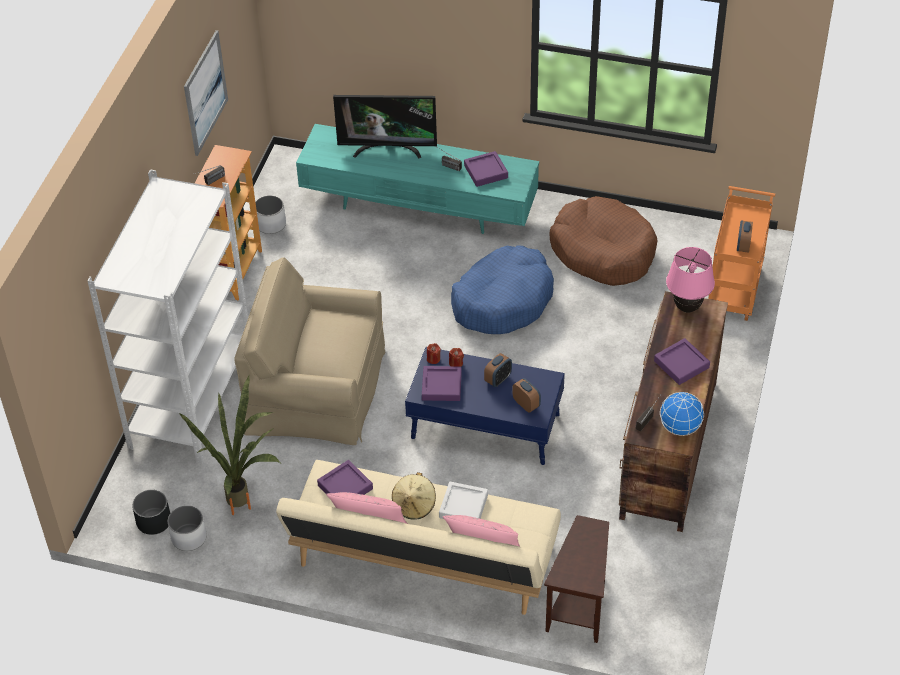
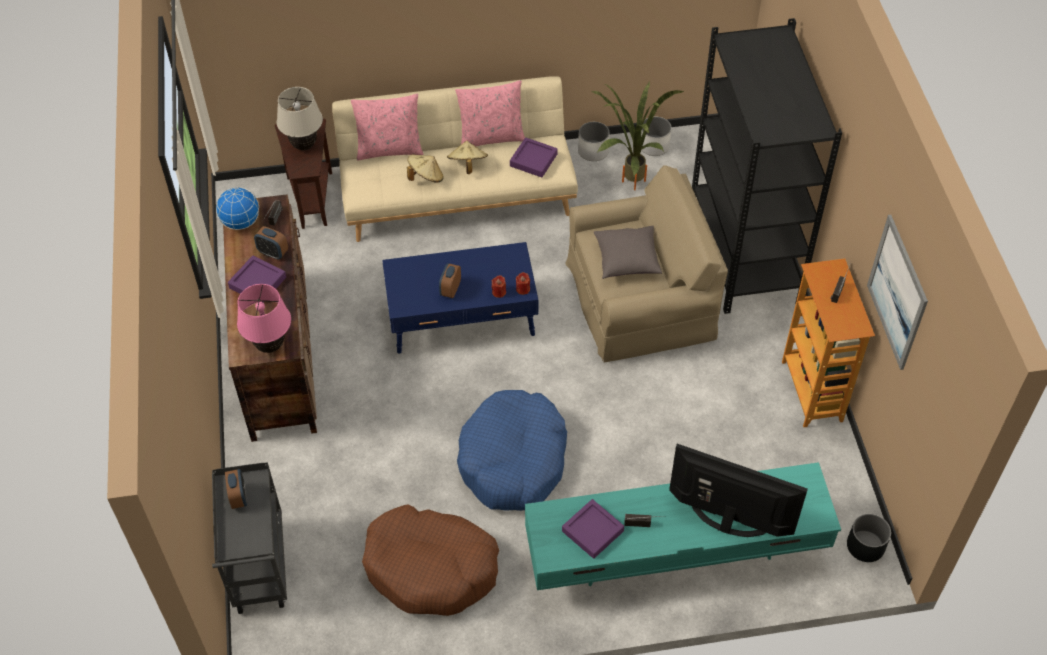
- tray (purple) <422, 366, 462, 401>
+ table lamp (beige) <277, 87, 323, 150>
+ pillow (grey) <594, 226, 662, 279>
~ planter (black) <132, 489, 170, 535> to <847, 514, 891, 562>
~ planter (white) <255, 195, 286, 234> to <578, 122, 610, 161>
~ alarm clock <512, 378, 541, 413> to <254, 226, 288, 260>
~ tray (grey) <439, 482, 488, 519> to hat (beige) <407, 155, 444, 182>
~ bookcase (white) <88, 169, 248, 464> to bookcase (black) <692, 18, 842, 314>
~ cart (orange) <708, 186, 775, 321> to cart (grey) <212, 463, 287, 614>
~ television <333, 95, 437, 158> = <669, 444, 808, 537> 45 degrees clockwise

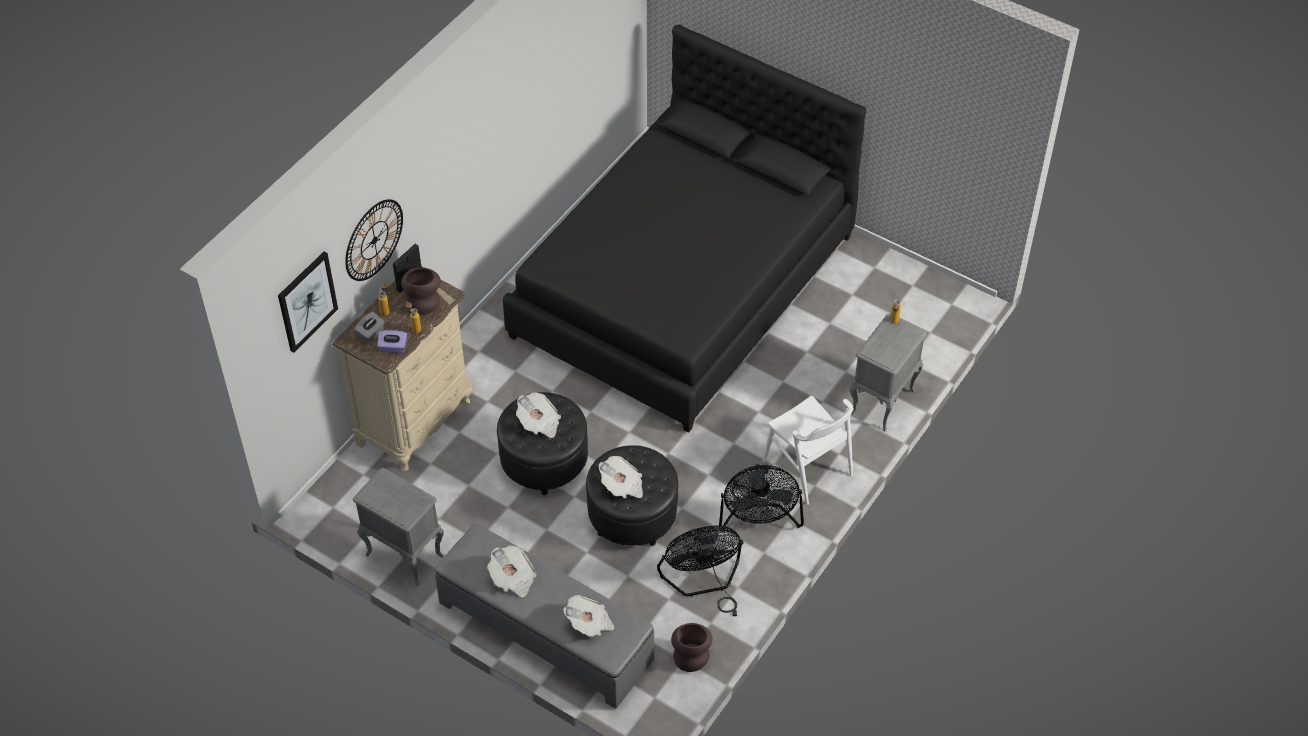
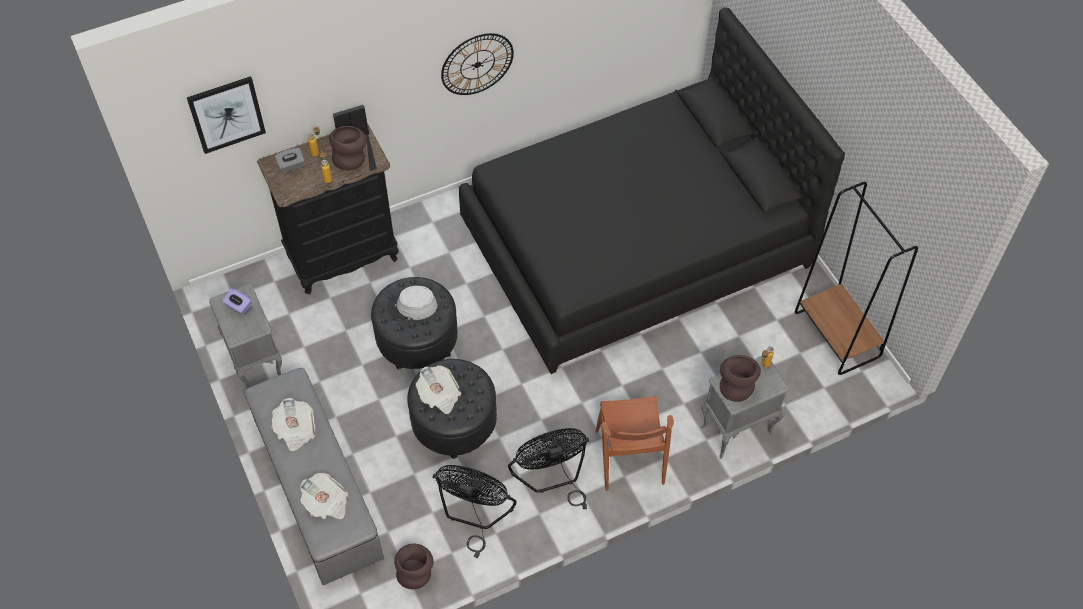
+ vase (brown) <720, 355, 761, 402>
+ clothes rack <795, 182, 918, 375>
~ wall clock <345, 199, 403, 281> to <441, 33, 514, 95>
~ tissue box (purple) <377, 330, 407, 353> to <222, 288, 251, 316>
~ newspaper <516, 392, 561, 438> to hat (grey) <387, 285, 438, 320>
~ dresser (beige) <332, 280, 472, 471> to dresser (black) <257, 123, 399, 294>
~ chair (white) <763, 396, 853, 505> to chair (brown) <595, 396, 674, 491>
~ fan (black) <719, 464, 804, 532> = <508, 428, 590, 509> 135 degrees clockwise

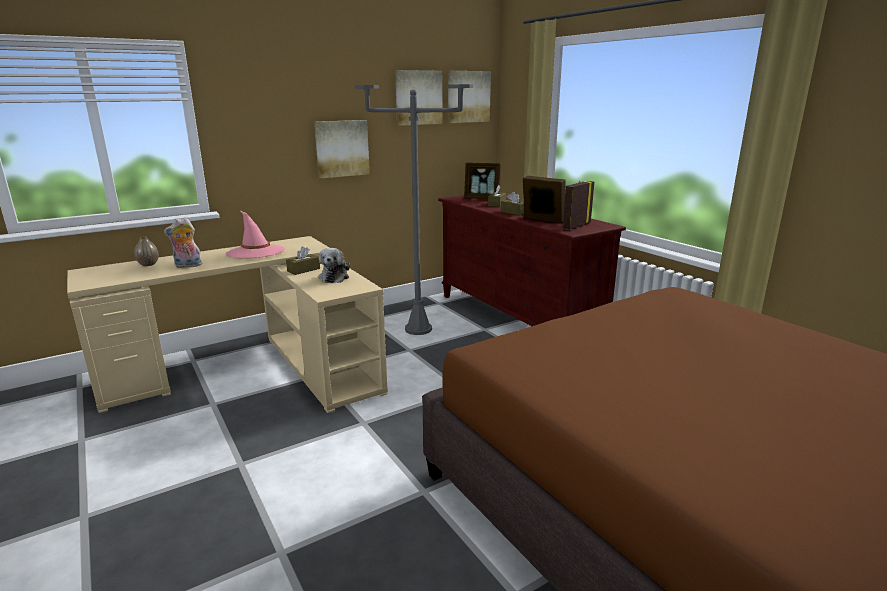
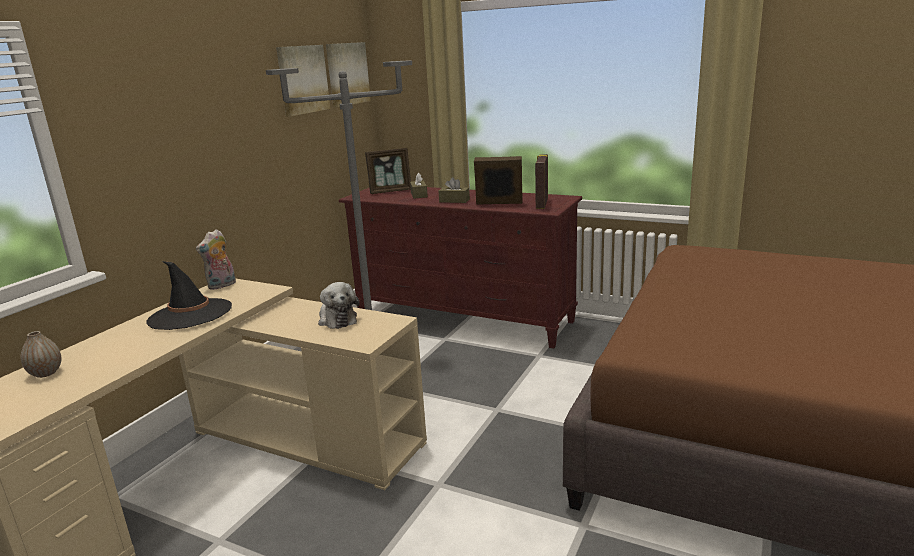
- tissue box (brown) <286, 246, 320, 275>
- picture <314, 120, 370, 179>
~ plush toy <164, 218, 202, 268> to <196, 229, 236, 290>
~ hat (pink) <226, 211, 285, 258> to hat (black) <146, 261, 232, 330>

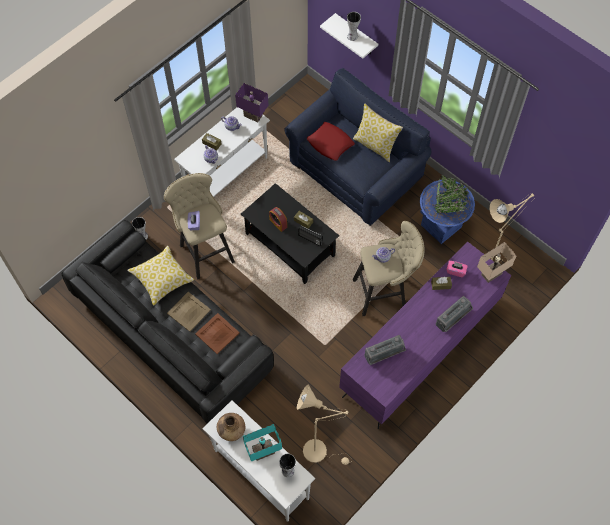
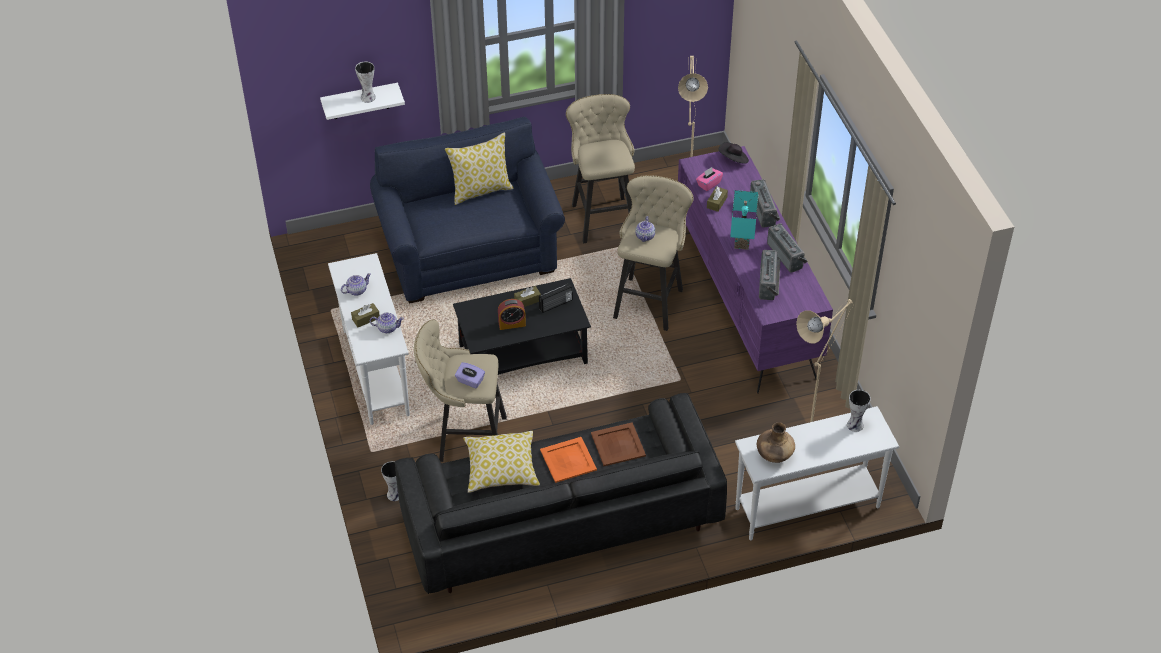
- table lamp (purple) <235, 83, 269, 122>
- pillow (red) <307, 122, 355, 161>
+ radio <767, 223, 807, 273>
~ table lamp (turquoise) <243, 424, 282, 461> to <730, 190, 759, 250>
~ planter (blue) <420, 175, 475, 244> to stool (beige) <566, 94, 635, 243>
~ table lamp (beige) <477, 242, 517, 283> to hat (black) <718, 142, 749, 164>
~ tray (beige) <167, 292, 211, 332> to tray (orange) <540, 437, 597, 483>

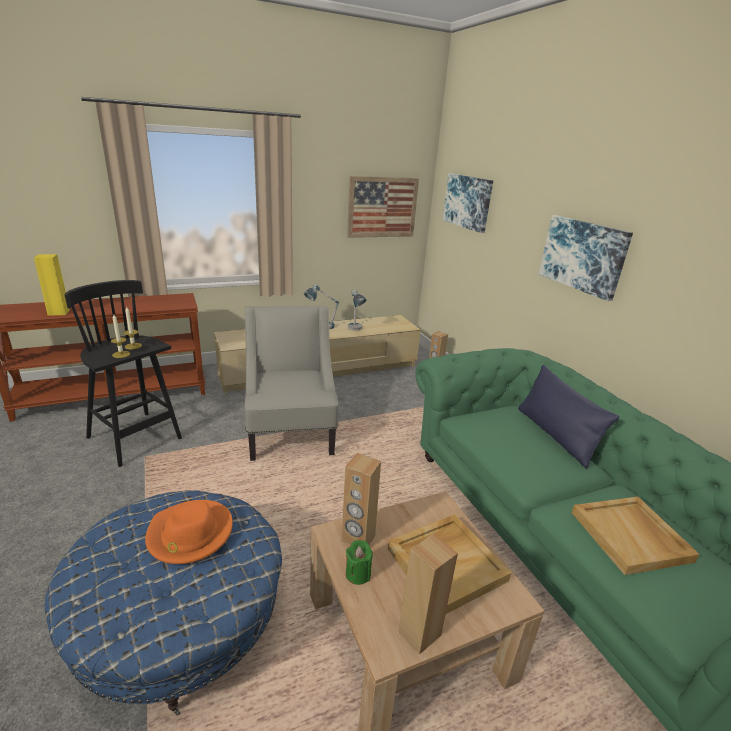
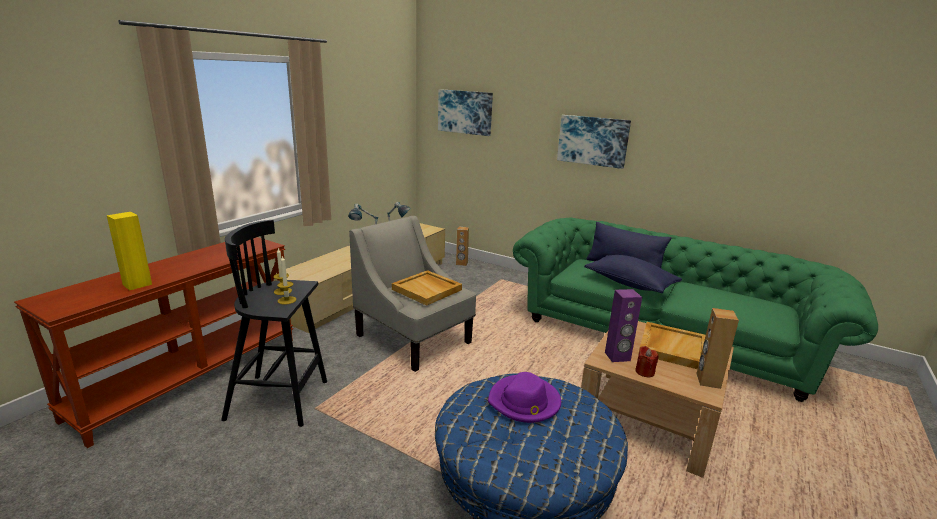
- picture <347, 176, 419, 238>
+ pillow (blue) <584, 255, 682, 293>
~ tray (beige) <572, 497, 700, 575> to <392, 270, 462, 306>
~ hat (orange) <145, 500, 233, 564> to hat (purple) <488, 372, 561, 423>
~ speaker (brown) <342, 453, 381, 545> to speaker (purple) <605, 289, 642, 362>
~ candle (green) <346, 540, 373, 585> to candle (red) <635, 346, 658, 378>

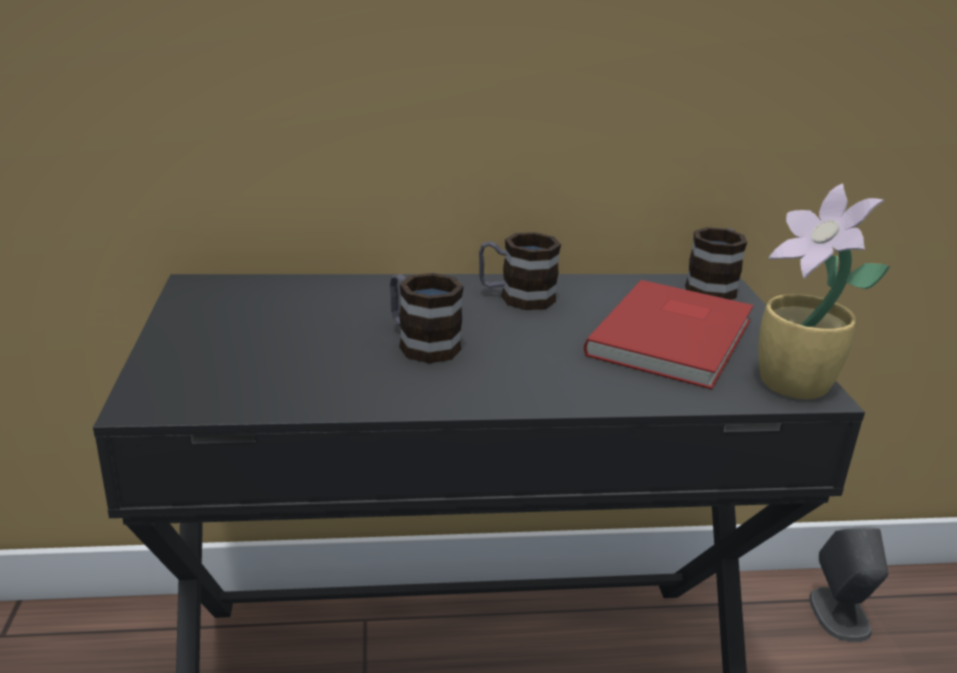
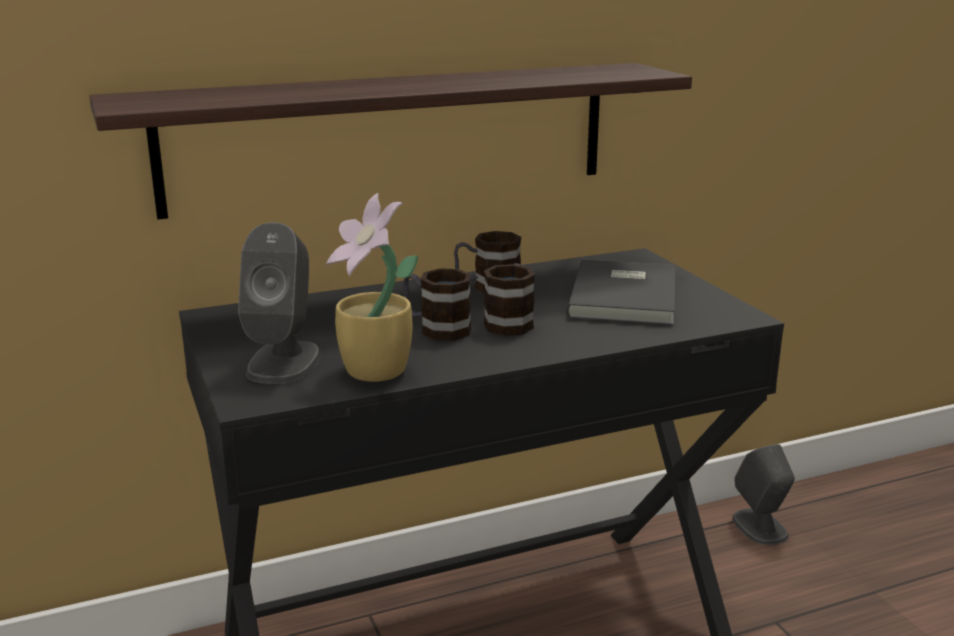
+ shelf <89, 63, 692, 220>
+ speaker (grey) <238, 222, 321, 384>
~ mug <685, 227, 747, 300> to <484, 263, 535, 336>
~ potted plant <758, 183, 890, 399> to <326, 193, 419, 382>
~ book (red) <584, 280, 754, 389> to book (grey) <567, 260, 675, 326>

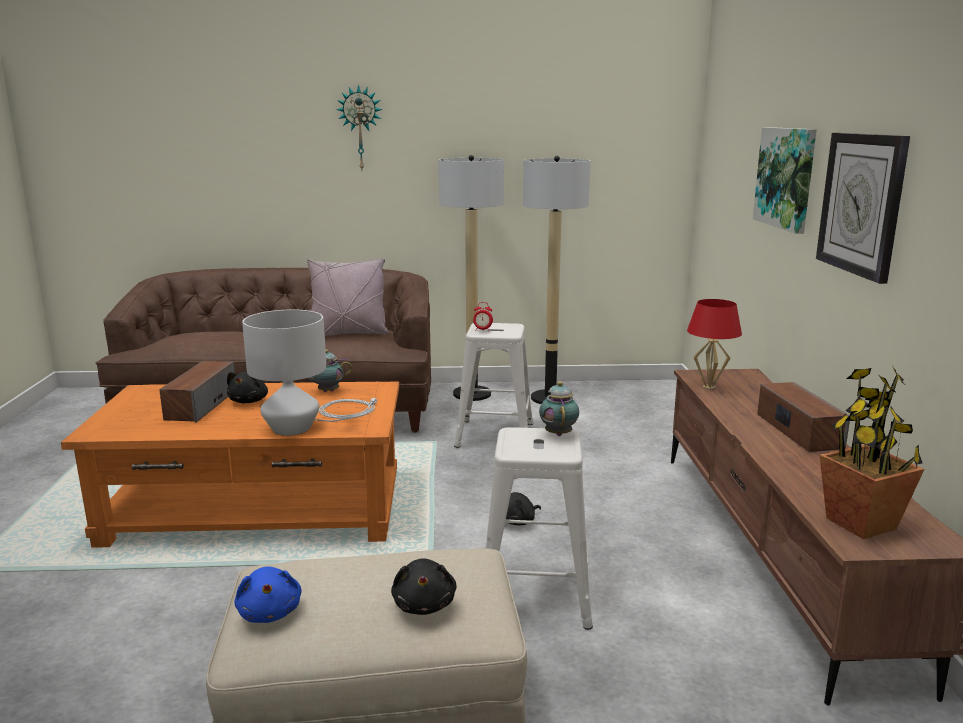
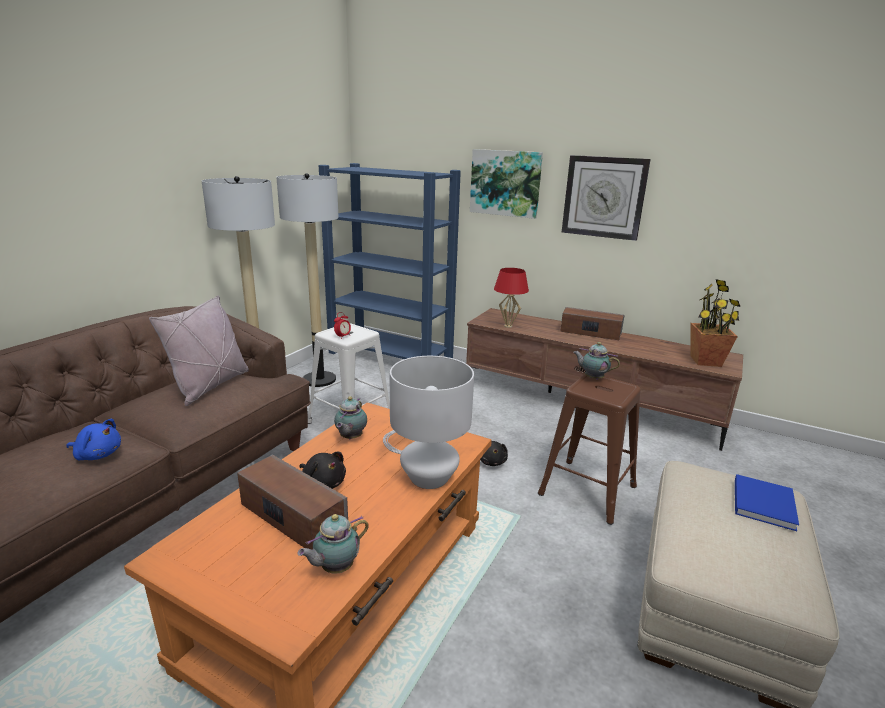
- wall clock <336, 85, 383, 169>
+ teapot <298, 514, 369, 574>
+ bookcase (blue) <319, 163, 461, 359>
~ plush toy (blue) <234, 566, 302, 623> to <66, 419, 121, 460>
~ plush toy (black) <391, 558, 457, 615> to book (blue) <735, 474, 799, 531>
~ stool (white) <485, 427, 593, 630> to stool (brown) <538, 374, 641, 525>

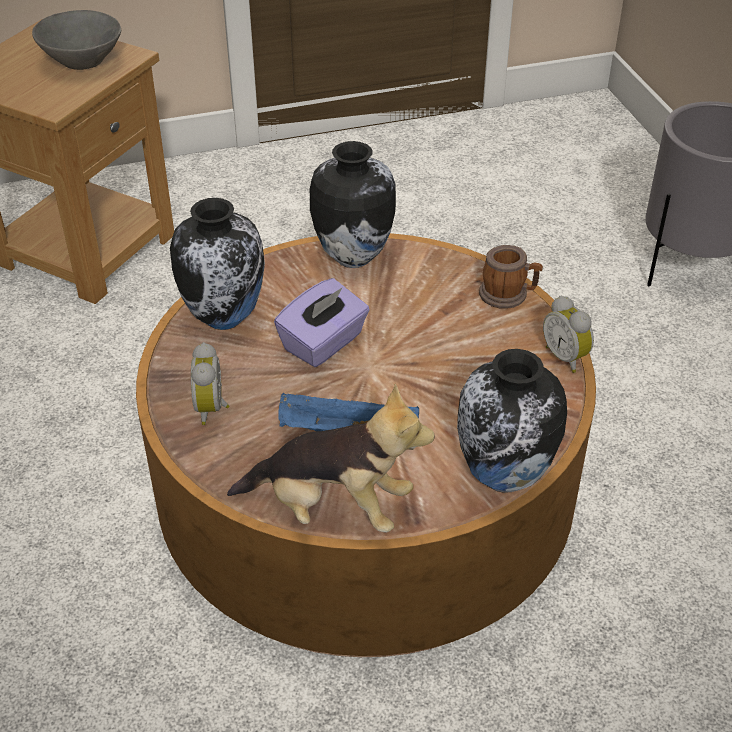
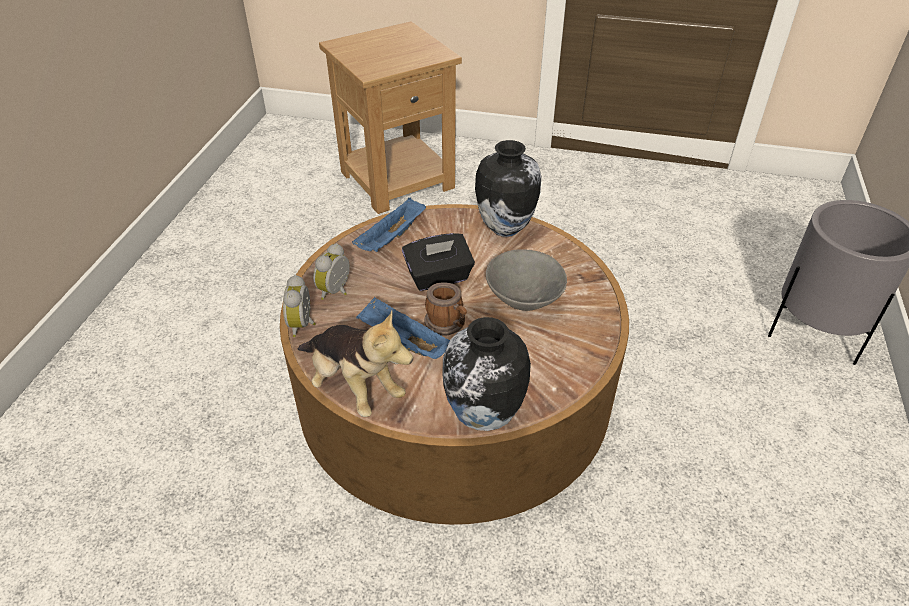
~ bowl (grey) <32, 10, 121, 70> to <486, 249, 567, 311>
~ mug <479, 245, 543, 309> to <424, 283, 467, 335>
~ alarm clock <543, 296, 594, 373> to <283, 275, 316, 337>
~ vase <170, 198, 265, 330> to tray (blue) <352, 198, 426, 252>
~ tissue box (purple) <274, 278, 370, 367> to tissue box (black) <402, 233, 475, 291>

